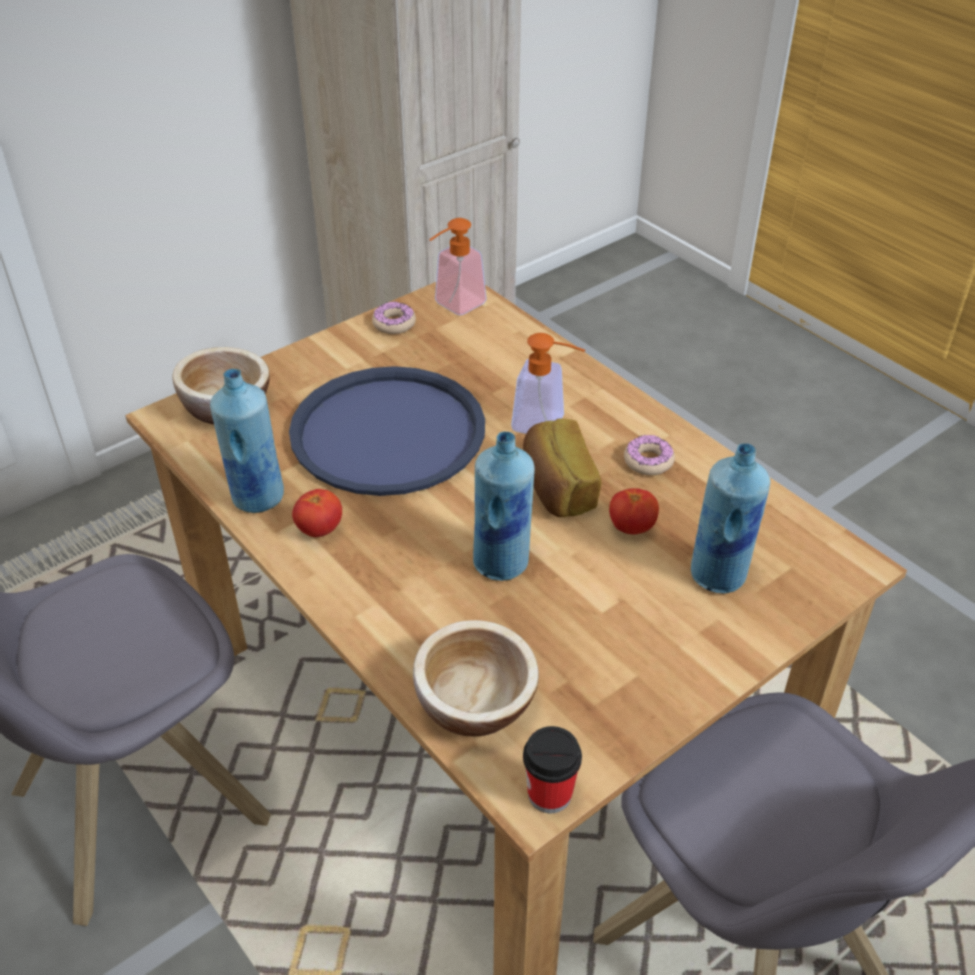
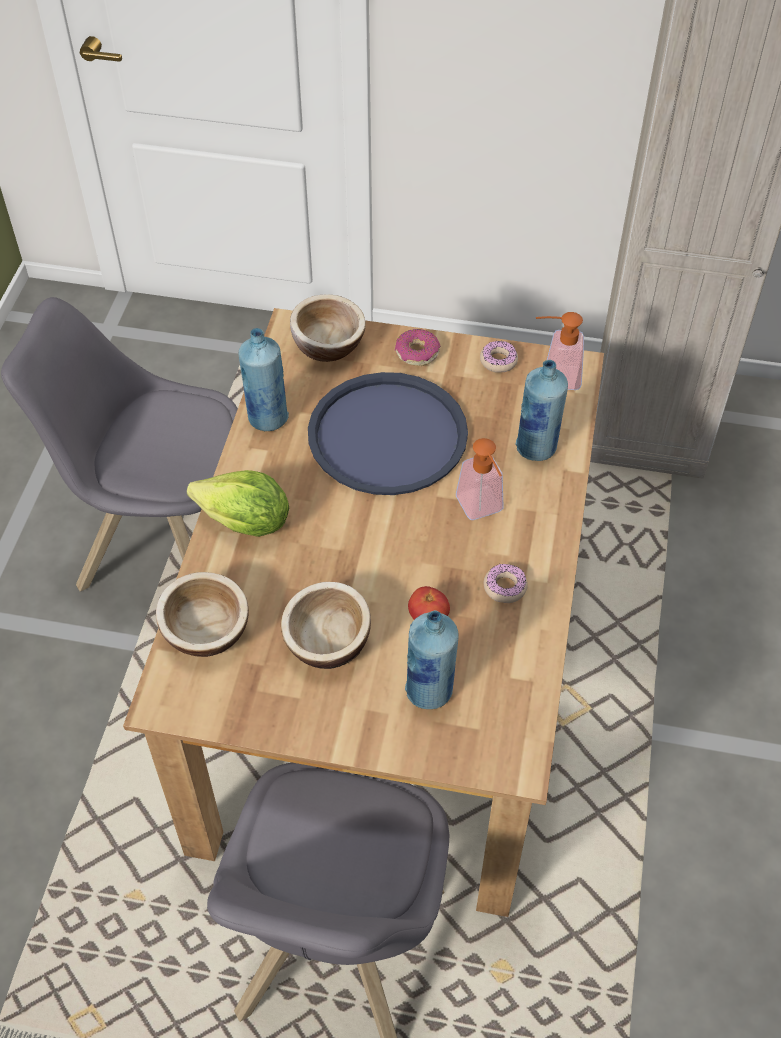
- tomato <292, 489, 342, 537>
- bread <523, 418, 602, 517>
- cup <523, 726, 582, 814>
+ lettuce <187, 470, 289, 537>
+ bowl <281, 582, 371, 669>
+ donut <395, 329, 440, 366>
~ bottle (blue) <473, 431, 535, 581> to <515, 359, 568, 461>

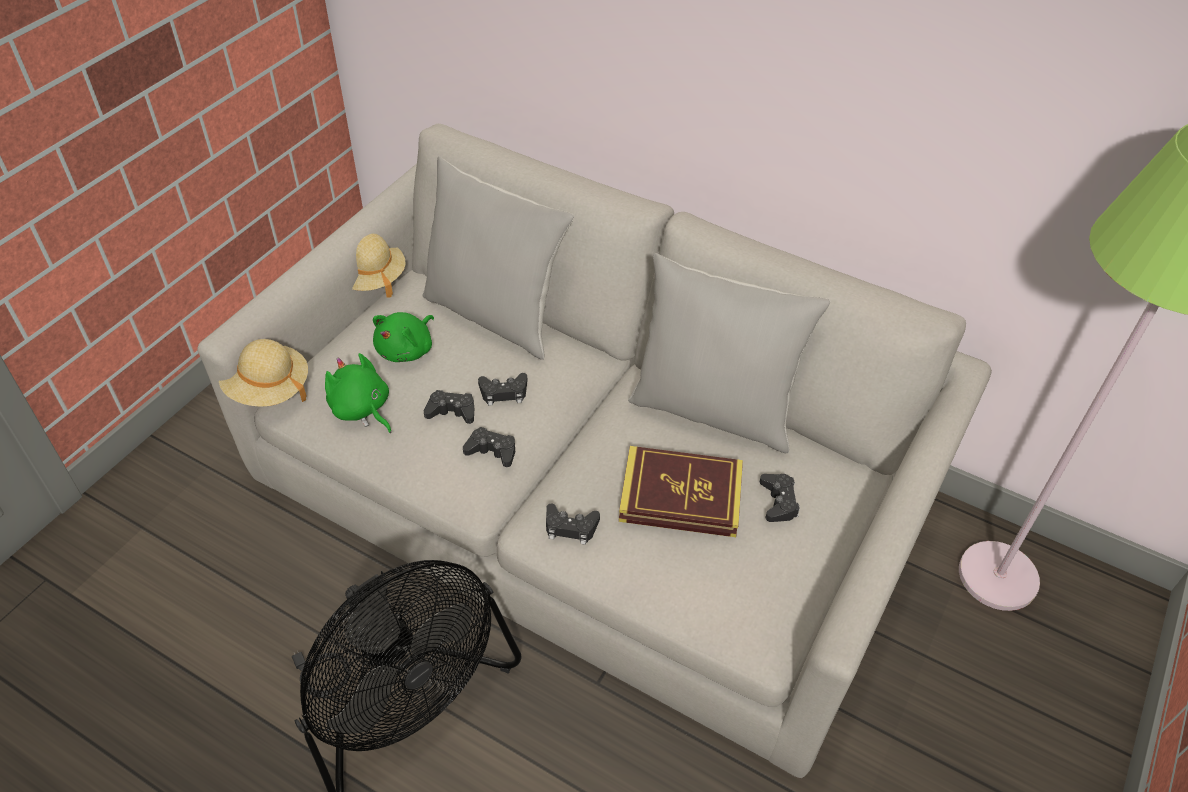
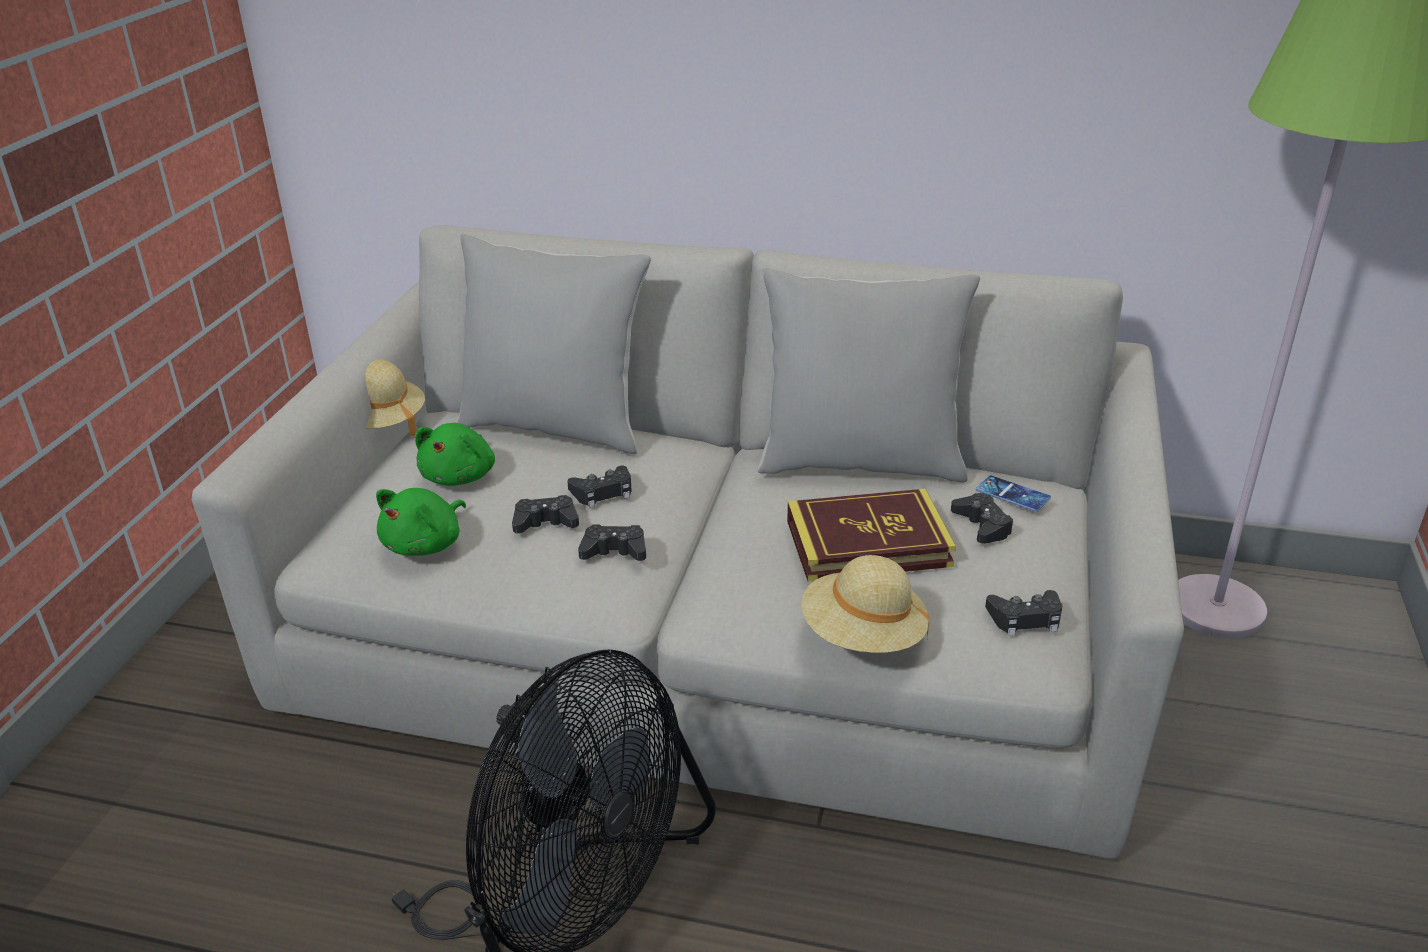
+ phone <976, 475, 1051, 511>
~ hat (beige) <219, 339, 308, 407> to <802, 555, 929, 653>
~ game controller (black) <546, 504, 600, 545> to <985, 590, 1062, 635>
~ plush toy (green) <325, 353, 392, 433> = <376, 488, 466, 556> 90 degrees counterclockwise

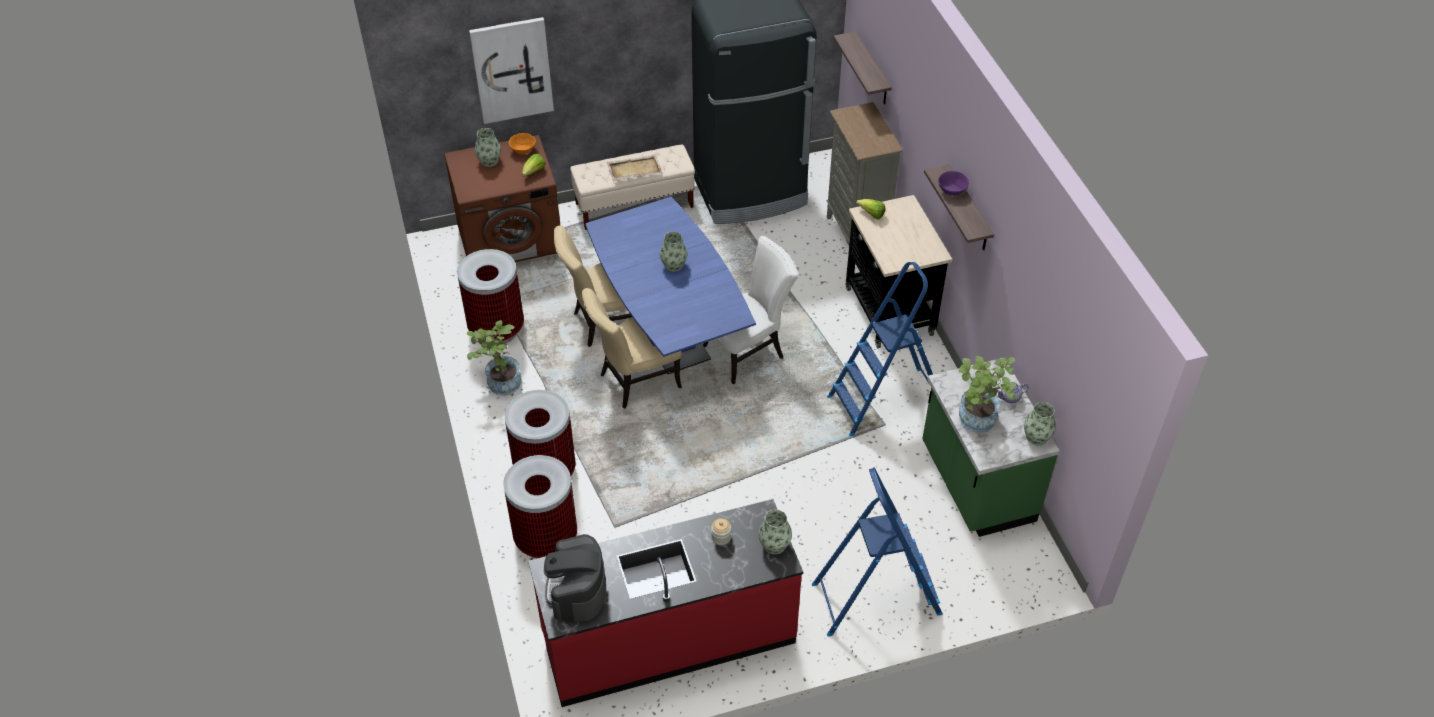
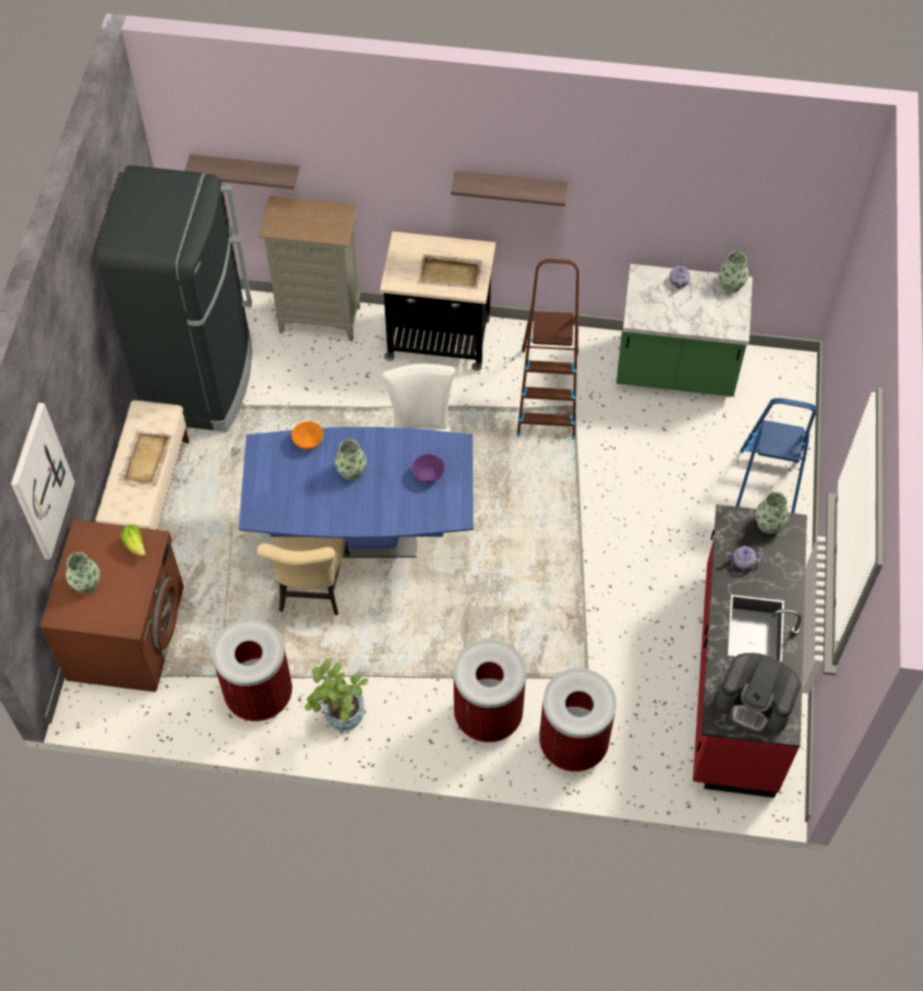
- chair (beige) <581, 288, 682, 408>
- lettuce <856, 199, 885, 219>
- potted plant <958, 356, 1016, 433>
+ tray (beige) <418, 254, 482, 289>
~ bowl (orange) <509, 133, 536, 154> to <292, 421, 323, 450>
~ bowl (purple) <938, 171, 969, 196> to <412, 454, 445, 483>
~ jar <711, 518, 731, 545> to teapot <727, 546, 765, 570>
~ step ladder (blue) <827, 262, 933, 436> to step ladder (brown) <517, 259, 579, 439>

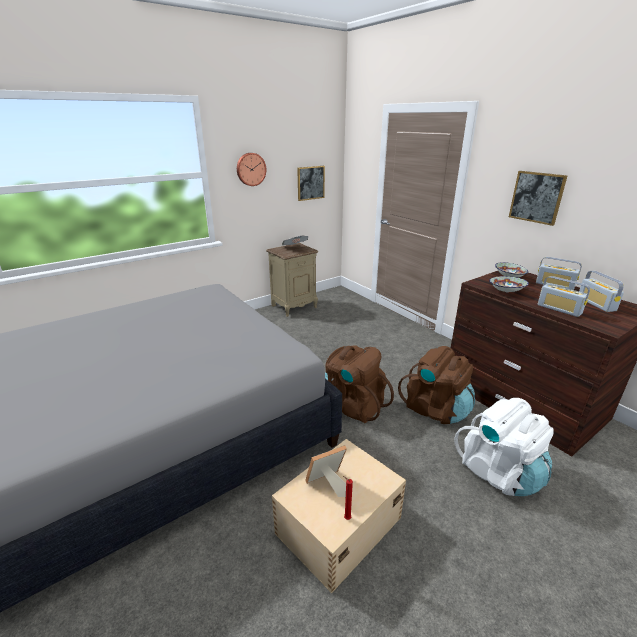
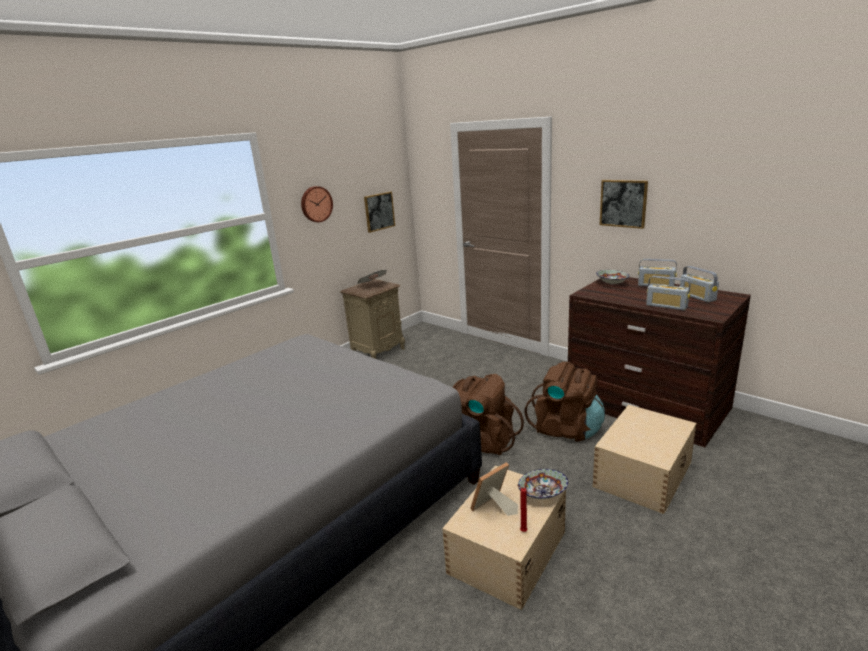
~ bowl <489, 276, 529, 292> to <518, 469, 568, 500>
~ backpack (white) <454, 398, 554, 496> to storage box (beige) <593, 405, 696, 514>

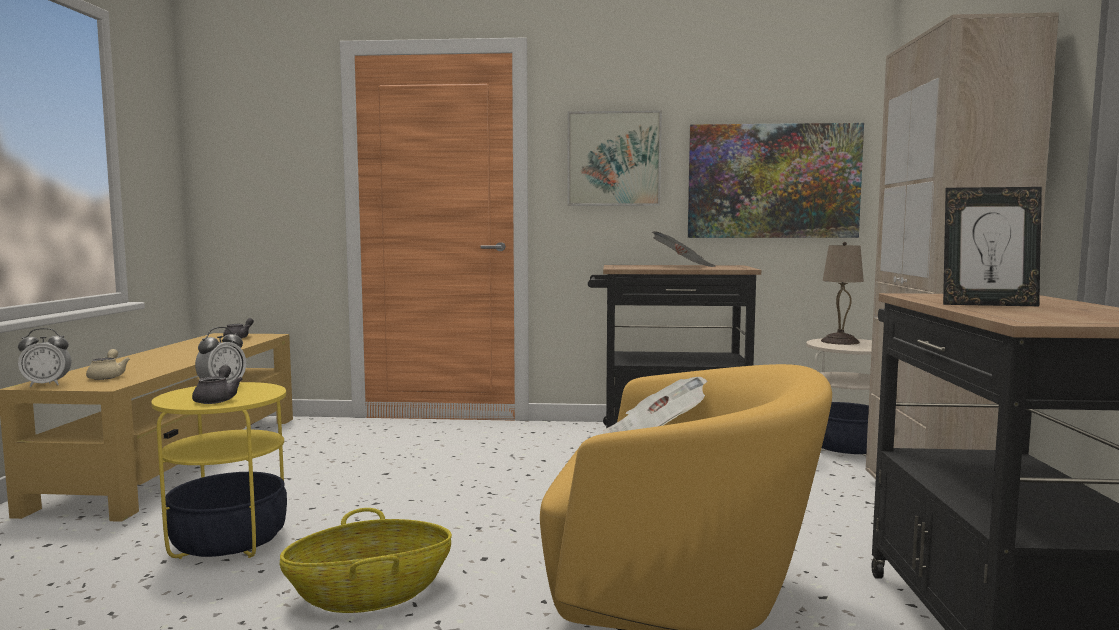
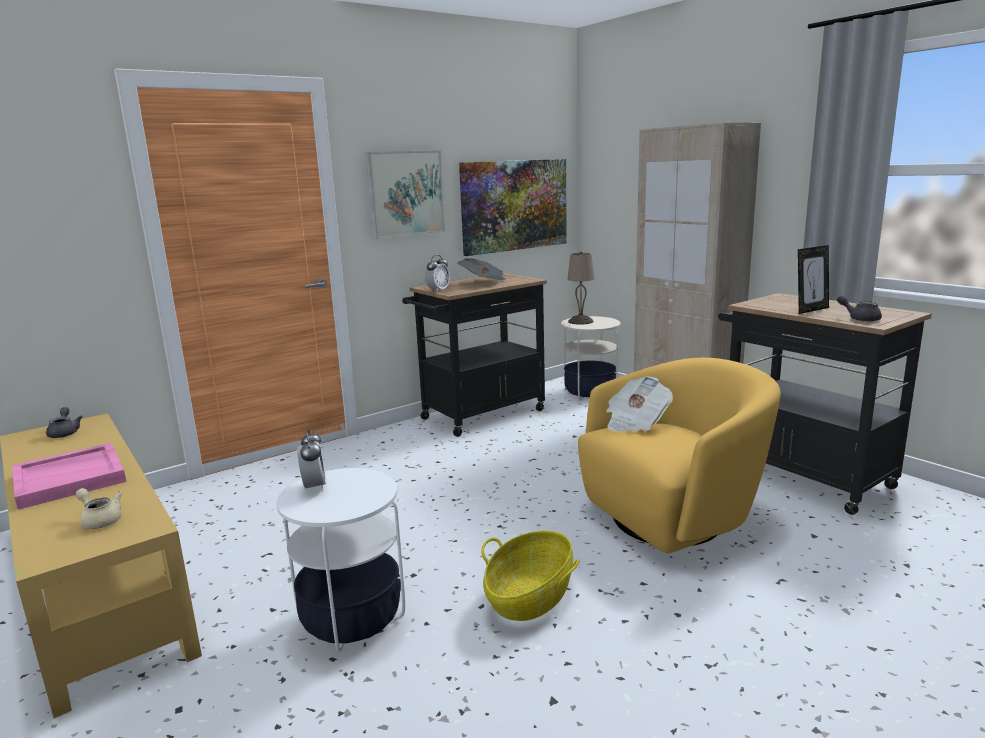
+ tray (pink) <12, 443, 126, 510>
~ alarm clock <18, 328, 72, 387> to <425, 255, 450, 292>
~ teapot (grey) <192, 365, 243, 404> to <837, 295, 882, 322>
~ side table (yellow) <151, 382, 287, 559> to side table (white) <276, 468, 405, 652>

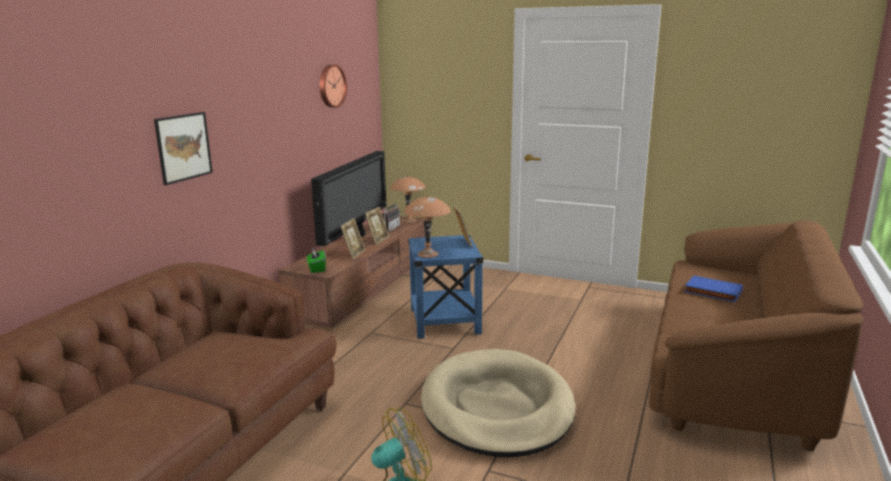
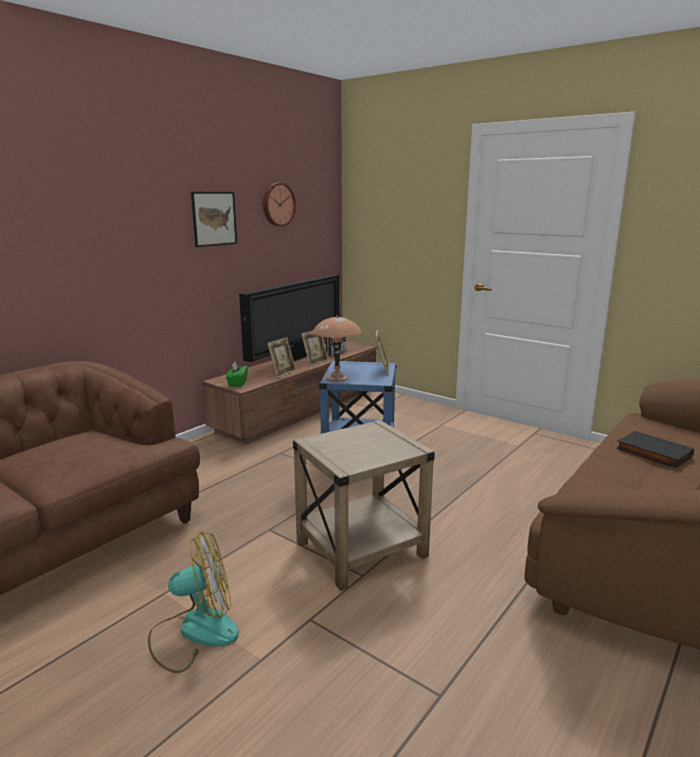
- table lamp (brown) <390, 175, 425, 223>
~ picture <154, 112, 213, 185> to <191, 192, 237, 247>
~ dog bed (beige) <421, 349, 576, 457> to side table (beige) <293, 420, 435, 591>
~ book (blue) <684, 276, 743, 302> to book (black) <616, 431, 694, 468>

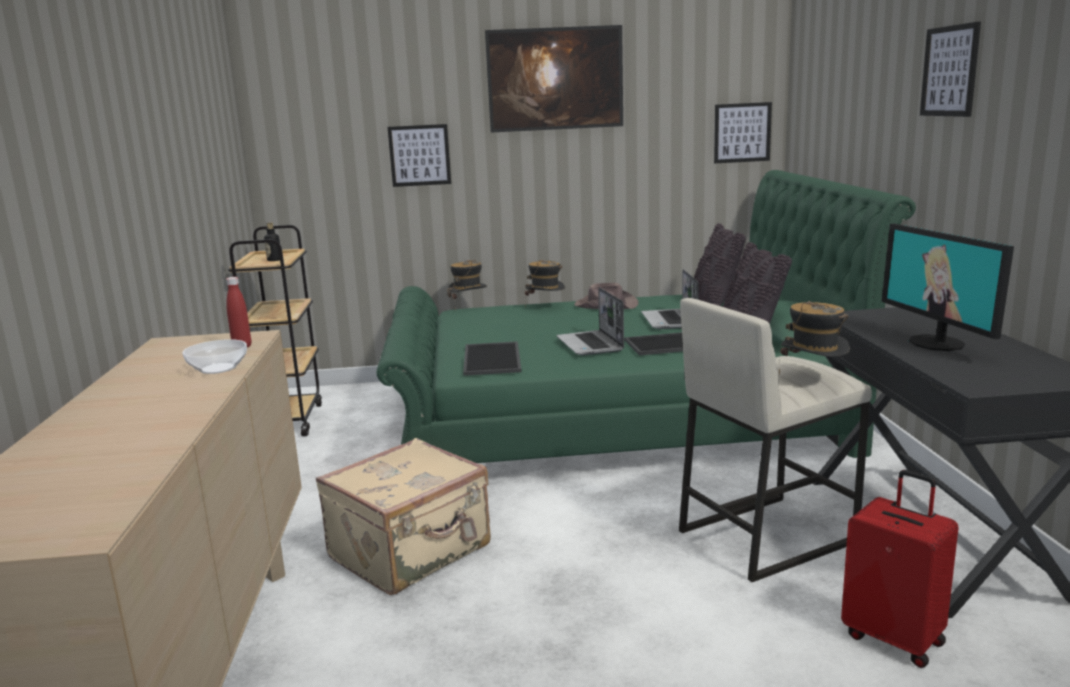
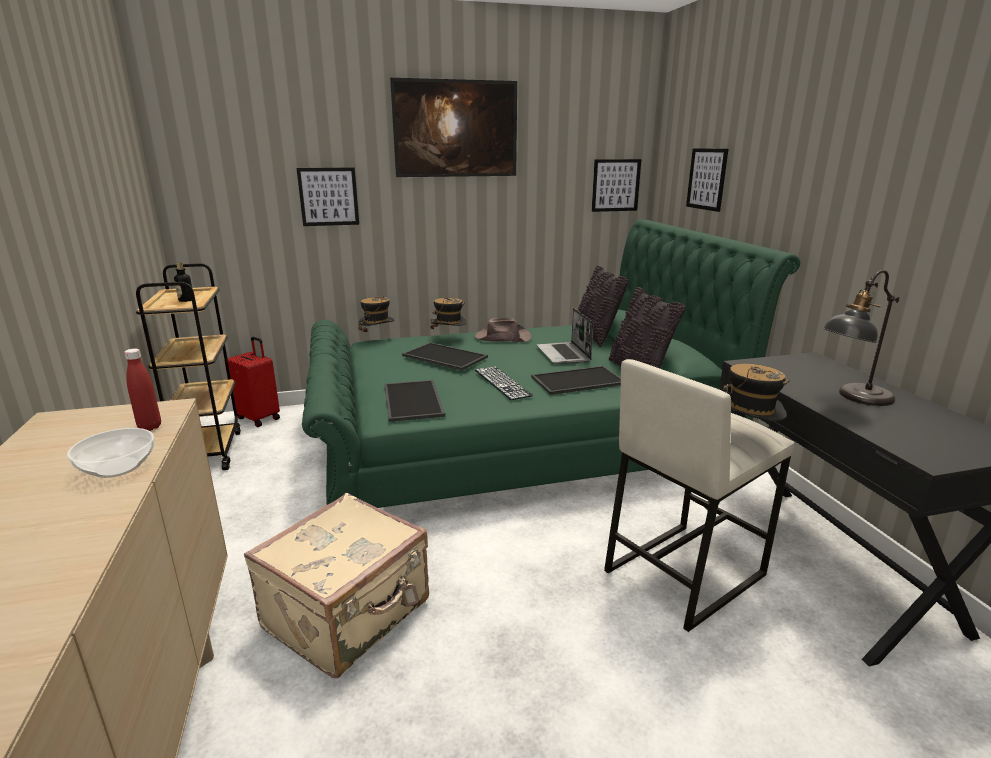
+ tray <402, 342, 488, 370>
~ suitcase (red) <841, 470, 959, 668> to <225, 337, 280, 427>
~ picture <920, 21, 981, 117> to <686, 149, 728, 212>
~ laptop <556, 287, 624, 355> to keyboard <475, 366, 533, 400>
~ monitor <882, 224, 1014, 351> to table lamp (grey) <822, 270, 899, 406>

